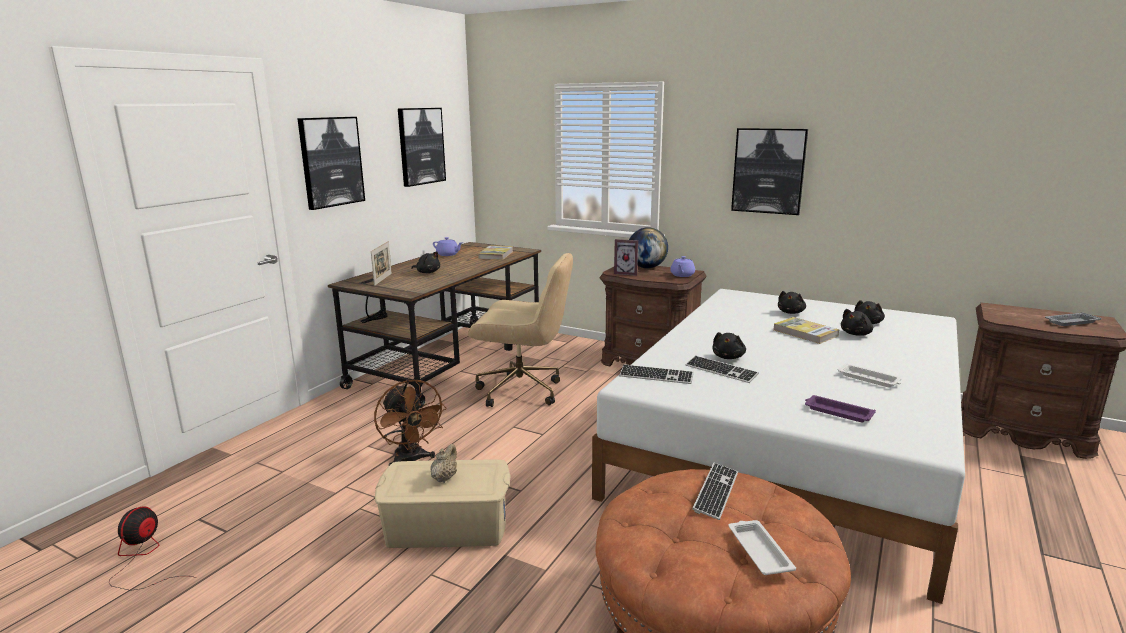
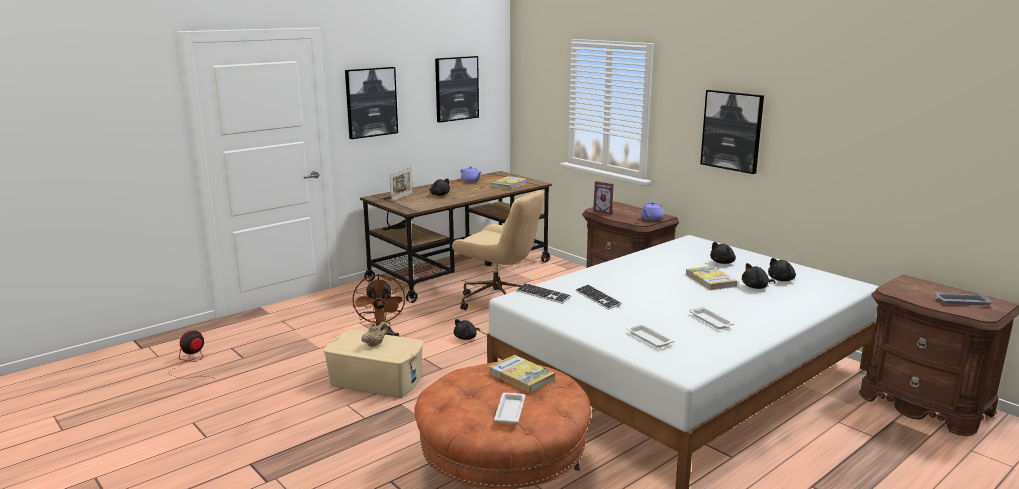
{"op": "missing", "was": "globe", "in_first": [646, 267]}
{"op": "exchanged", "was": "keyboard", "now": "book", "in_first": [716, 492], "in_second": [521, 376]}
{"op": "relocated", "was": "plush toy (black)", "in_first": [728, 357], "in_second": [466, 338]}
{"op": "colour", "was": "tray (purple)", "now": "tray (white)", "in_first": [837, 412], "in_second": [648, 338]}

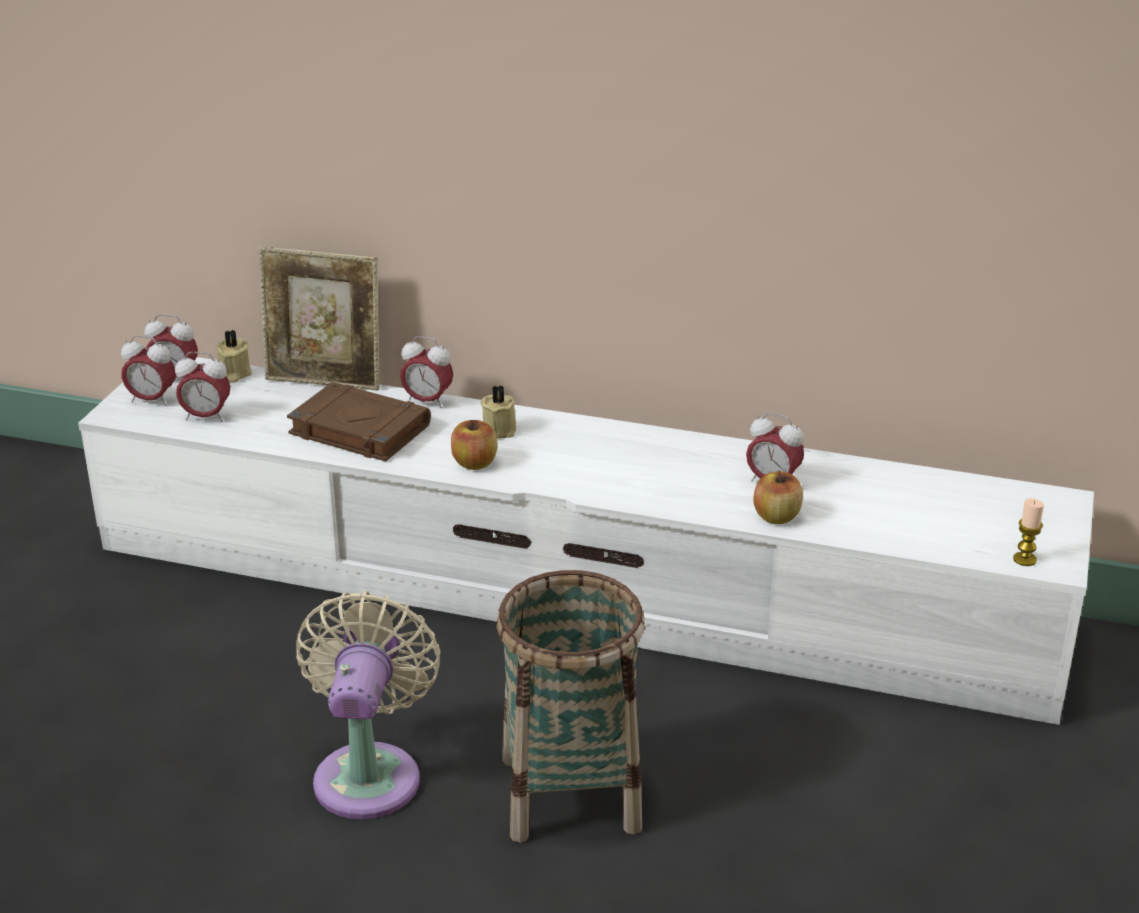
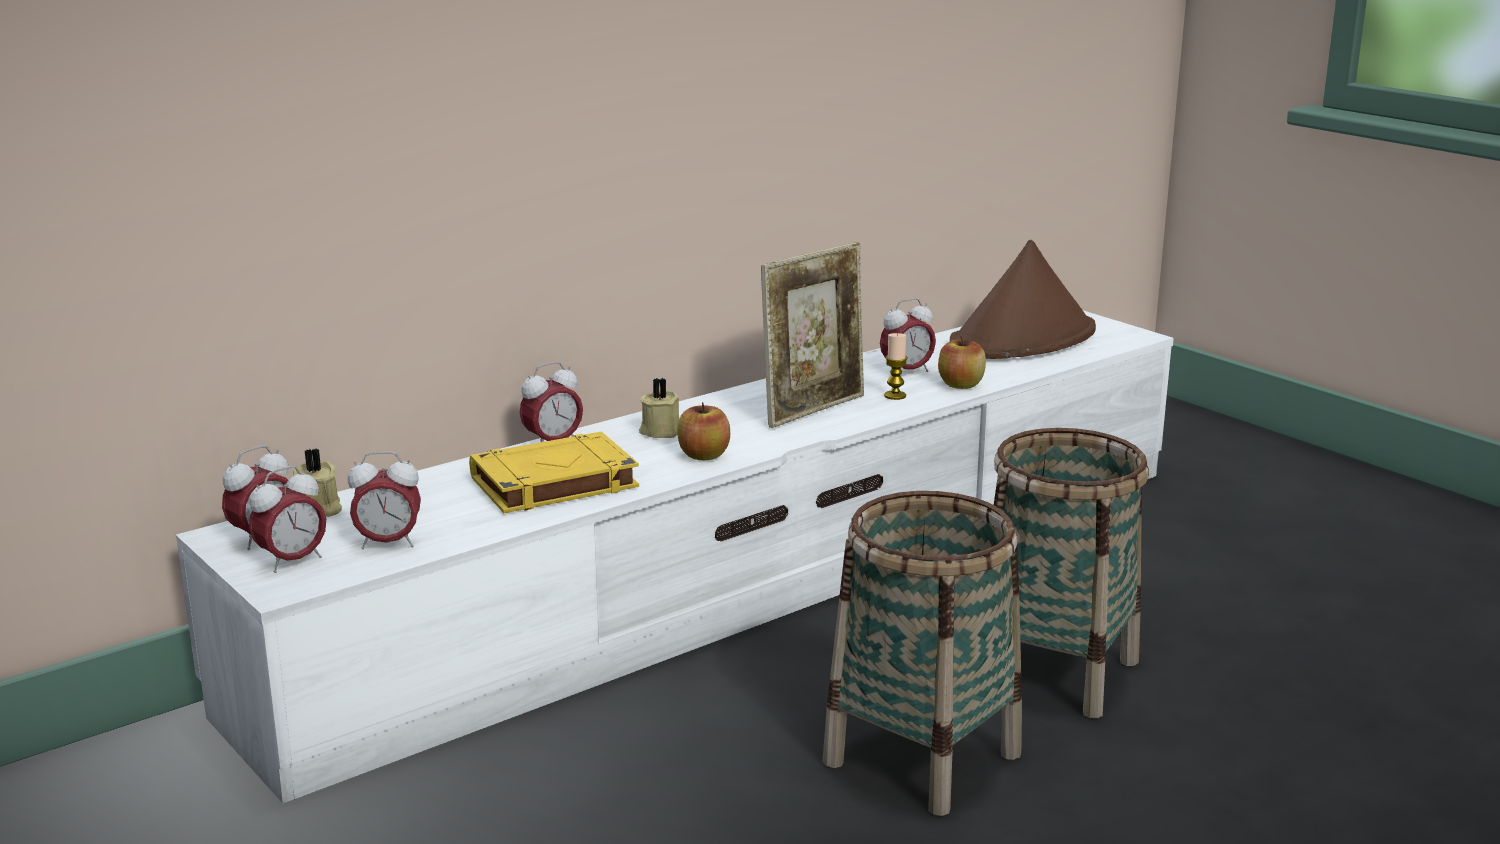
{"op": "spun", "was": "alarm clock", "in_first": [206, 417], "in_second": [388, 543], "clockwise": 45}
{"op": "relocated", "was": "picture frame", "in_first": [325, 382], "in_second": [814, 409]}
{"op": "colour", "was": "book (brown)", "now": "book (yellow)", "in_first": [358, 429], "in_second": [552, 483]}
{"op": "exchanged", "was": "fan (beige)", "now": "basket", "in_first": [369, 773], "in_second": [922, 759]}
{"op": "relocated", "was": "candle", "in_first": [1024, 559], "in_second": [895, 396]}
{"op": "appeared", "now": "hat (brown)", "in_second": [1023, 339]}

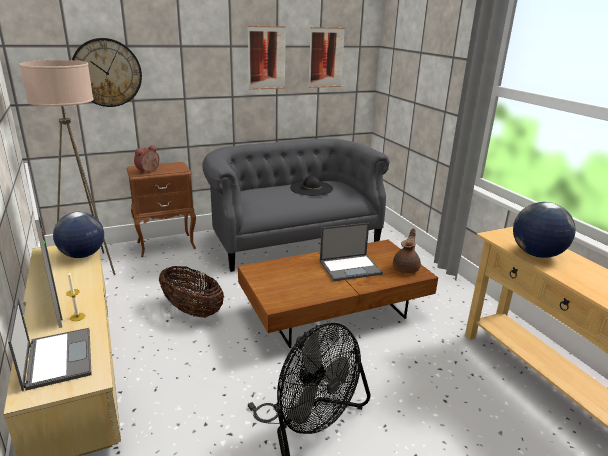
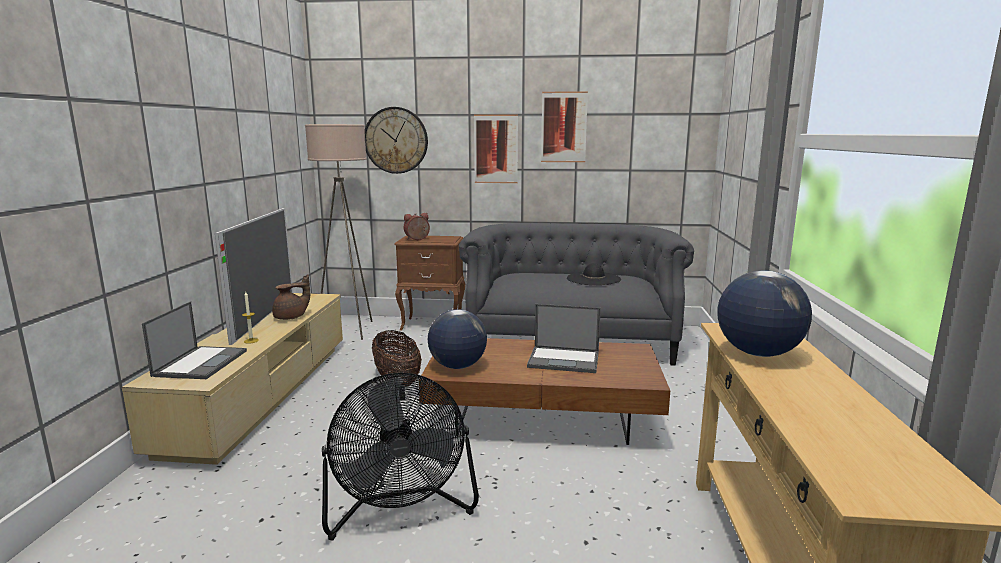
{"op": "relocated", "was": "globe", "in_first": [82, 255], "in_second": [457, 366]}
{"op": "relocated", "was": "picture", "in_first": [326, 58], "in_second": [496, 149]}
{"op": "relocated", "was": "teapot (brown)", "in_first": [406, 268], "in_second": [291, 317]}

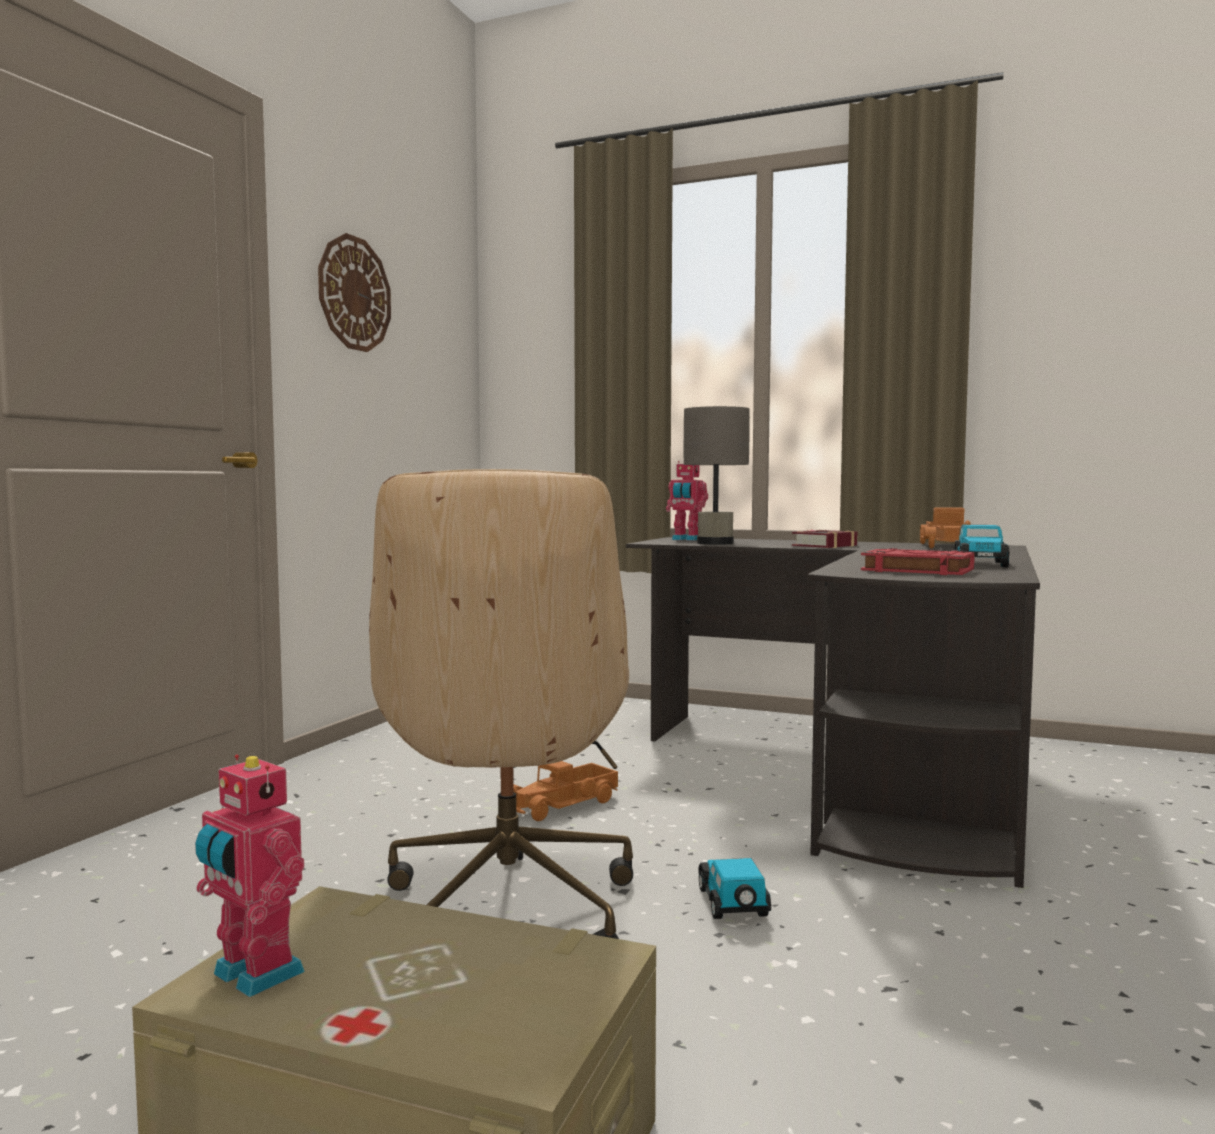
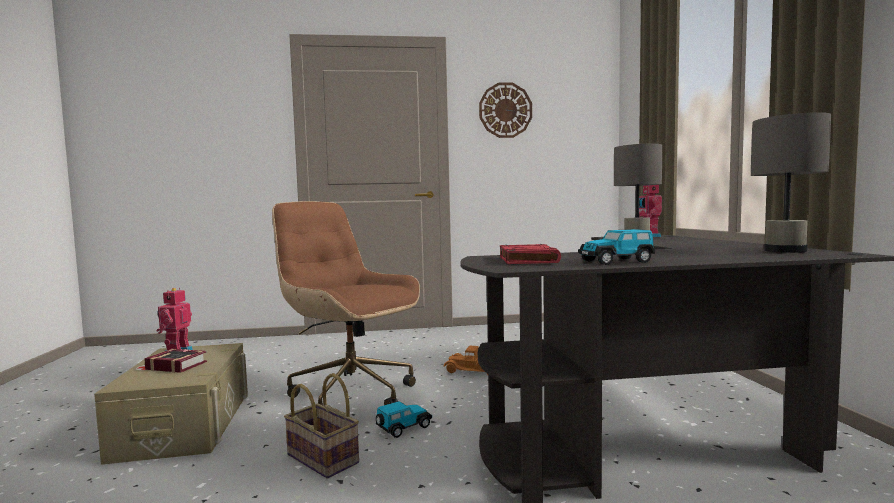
{"op": "spun", "was": "office chair (brown)", "in_first": [507, 916], "in_second": [350, 393], "clockwise": 75}
{"op": "relocated", "was": "book", "in_first": [821, 546], "in_second": [176, 365]}
{"op": "exchanged", "was": "toy truck", "now": "table lamp (grey)", "in_first": [948, 546], "in_second": [786, 251]}
{"op": "appeared", "now": "basket", "in_second": [325, 459]}

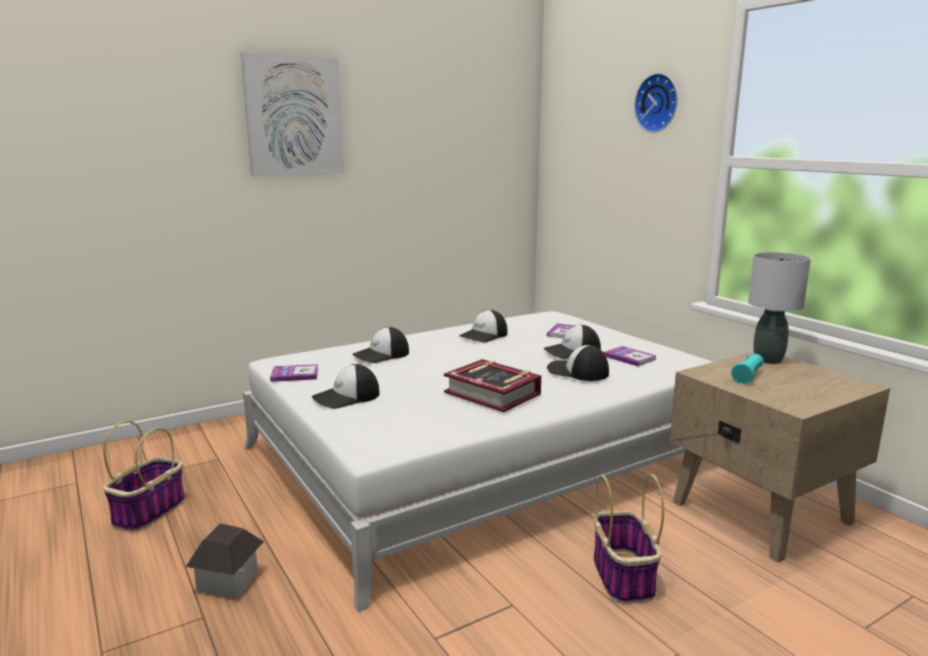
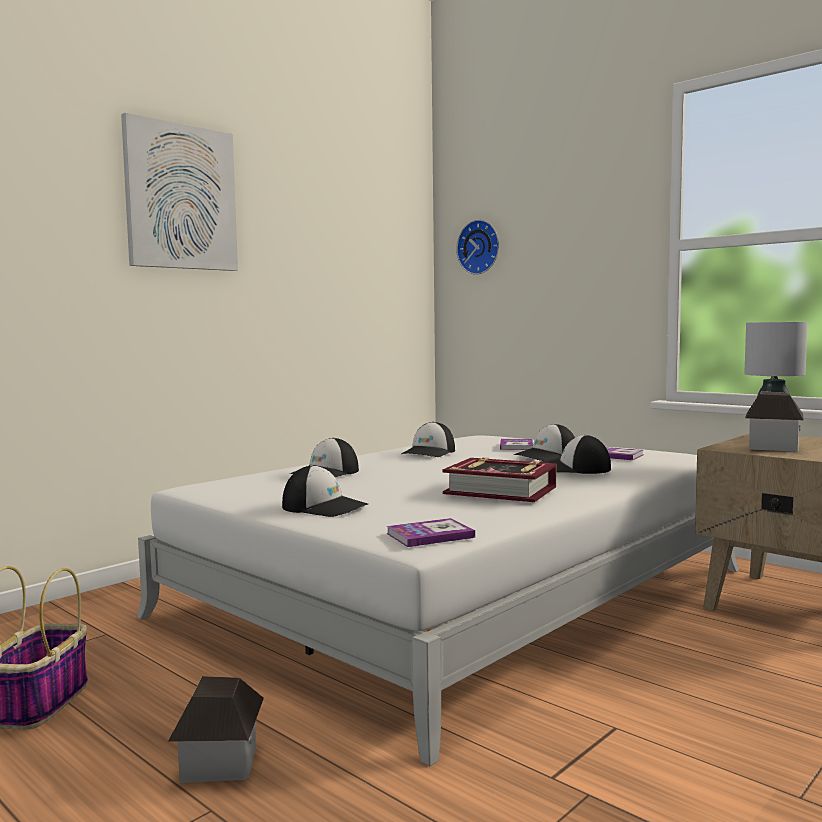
{"op": "relocated", "was": "book", "in_first": [295, 374], "in_second": [430, 535]}
{"op": "spun", "was": "cap", "in_first": [346, 397], "in_second": [325, 507], "clockwise": -105}
{"op": "missing", "was": "basket", "in_first": [623, 577]}
{"op": "relocated", "was": "wall clock", "in_first": [658, 103], "in_second": [480, 247]}
{"op": "exchanged", "was": "flashlight (turquoise)", "now": "toy house", "in_first": [748, 376], "in_second": [773, 447]}

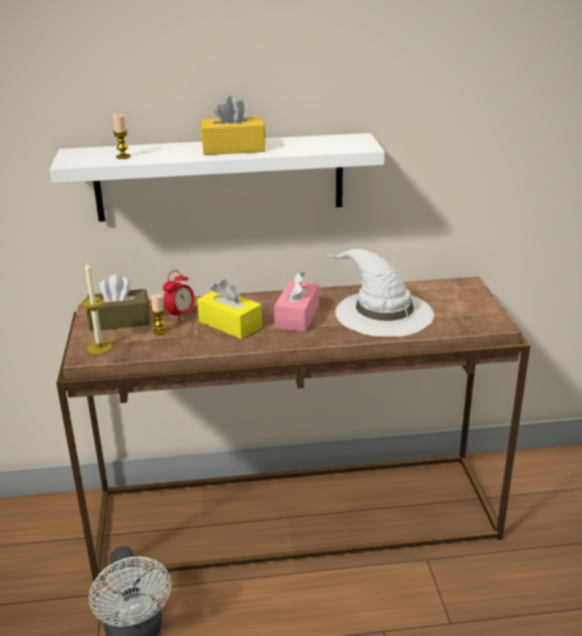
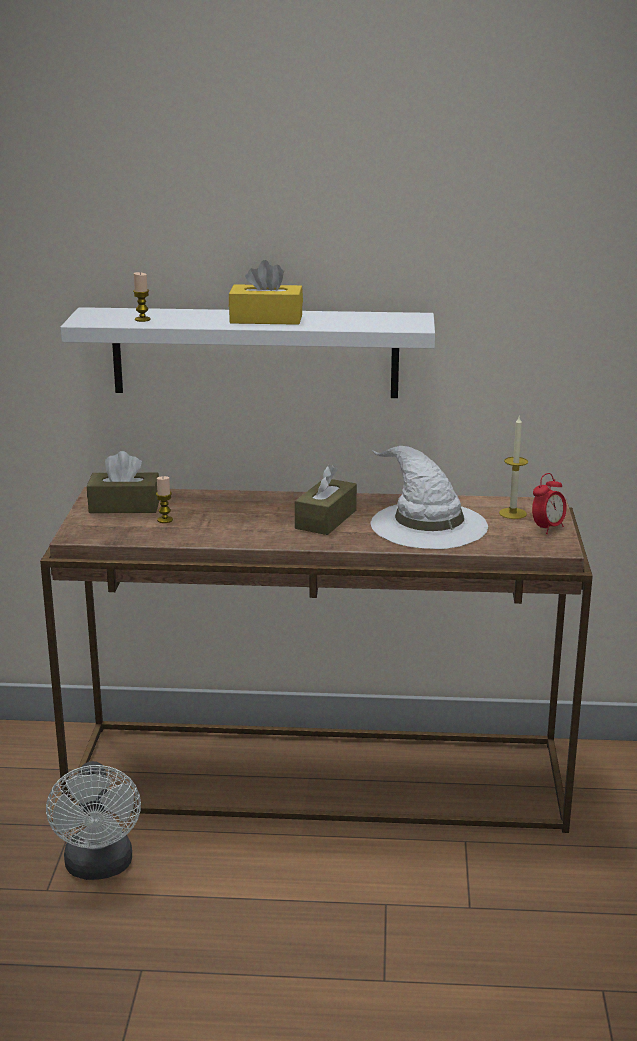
{"op": "relocated", "was": "candle", "in_first": [99, 347], "in_second": [512, 513]}
{"op": "relocated", "was": "alarm clock", "in_first": [180, 315], "in_second": [547, 528]}
{"op": "missing", "was": "tissue box (yellow)", "in_first": [230, 324]}
{"op": "colour", "was": "tissue box (pink)", "now": "tissue box (brown)", "in_first": [297, 316], "in_second": [326, 519]}

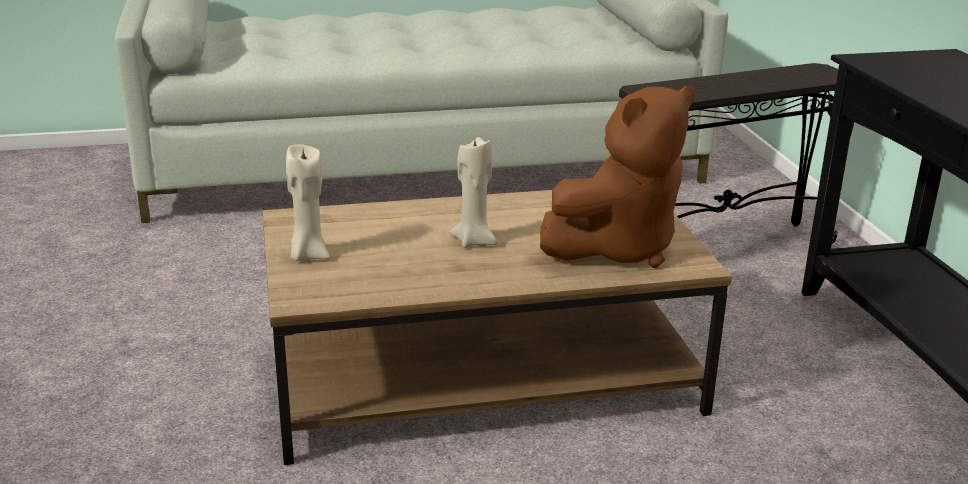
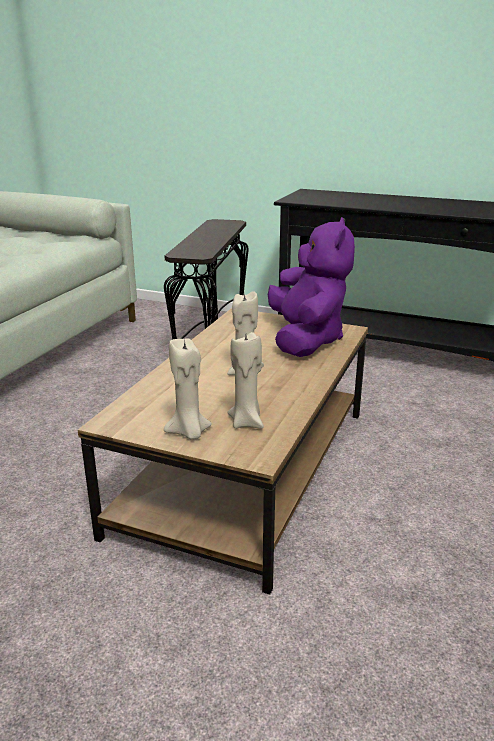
{"op": "colour", "was": "plush toy (brown)", "now": "plush toy (purple)", "in_first": [617, 249], "in_second": [306, 340]}
{"op": "appeared", "now": "candle (beige)", "in_second": [247, 422]}

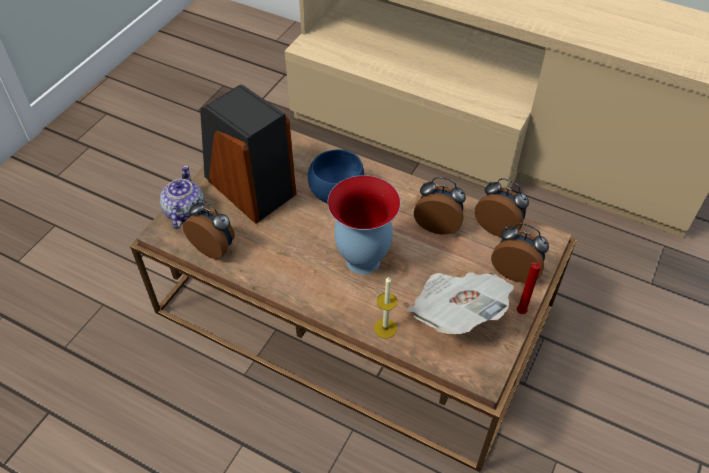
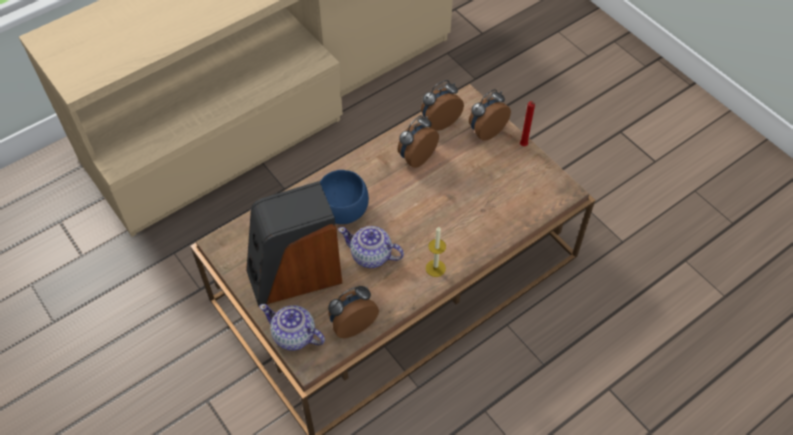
{"op": "missing", "was": "vase", "in_first": [362, 261]}
{"op": "relocated", "was": "candle", "in_first": [385, 328], "in_second": [435, 268]}
{"op": "missing", "was": "newspaper", "in_first": [456, 313]}
{"op": "appeared", "now": "teapot", "in_second": [371, 256]}

